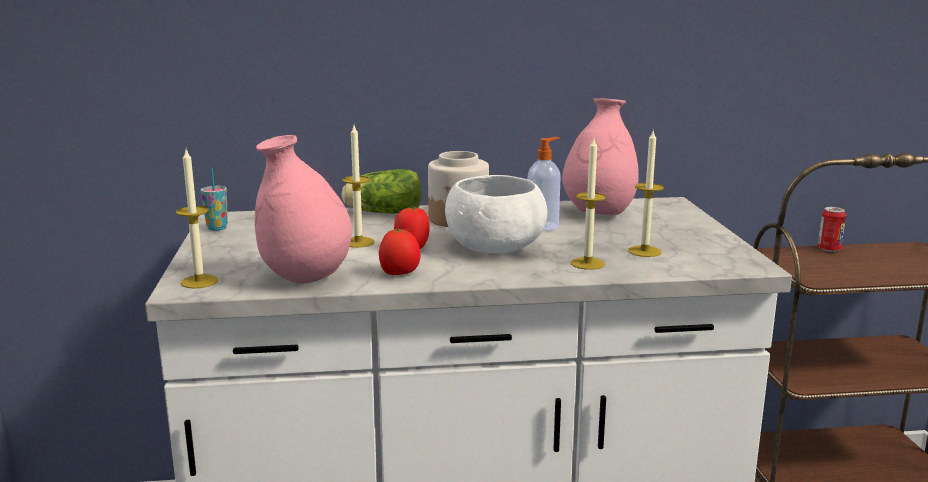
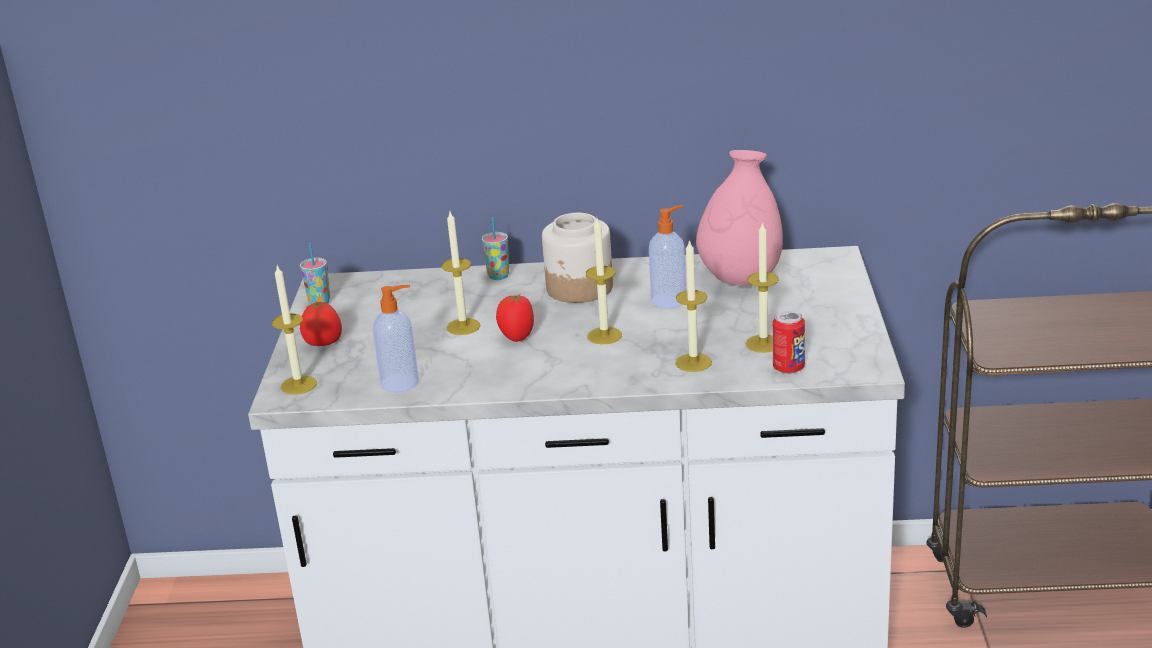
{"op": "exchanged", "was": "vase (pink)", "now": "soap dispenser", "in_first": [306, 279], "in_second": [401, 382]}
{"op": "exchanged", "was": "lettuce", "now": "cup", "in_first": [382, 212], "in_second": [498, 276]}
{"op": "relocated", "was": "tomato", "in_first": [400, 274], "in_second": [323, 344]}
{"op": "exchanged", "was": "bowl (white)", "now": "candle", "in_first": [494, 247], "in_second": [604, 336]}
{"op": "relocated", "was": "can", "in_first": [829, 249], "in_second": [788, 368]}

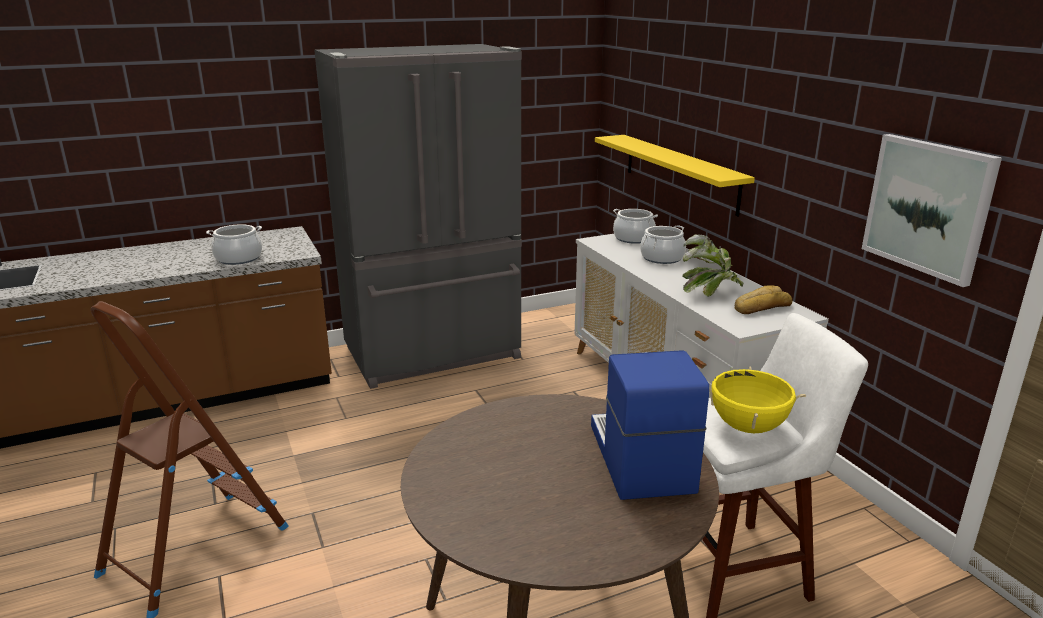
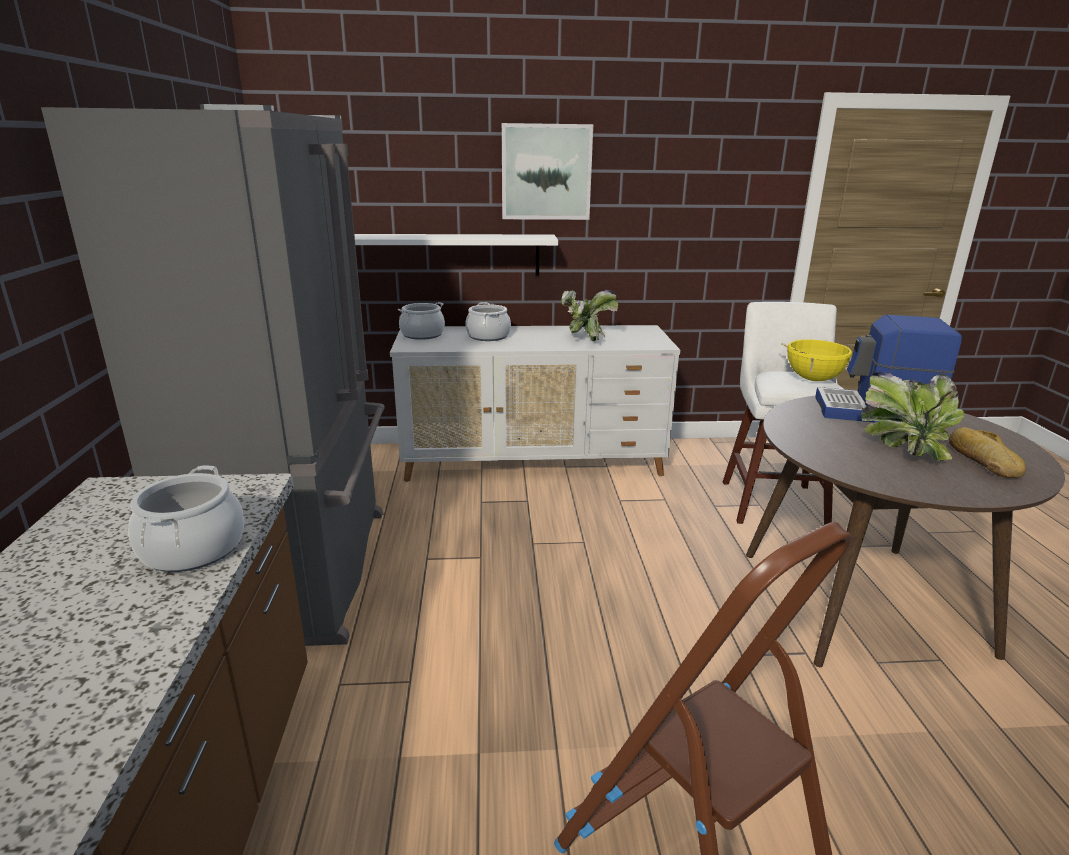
{"op": "colour", "was": "shelf (yellow)", "now": "shelf (white)", "in_first": [680, 172], "in_second": [442, 254]}
{"op": "relocated", "was": "bread", "in_first": [761, 307], "in_second": [982, 460]}
{"op": "relocated", "was": "picture", "in_first": [928, 207], "in_second": [546, 172]}
{"op": "appeared", "now": "potted plant", "in_second": [902, 448]}

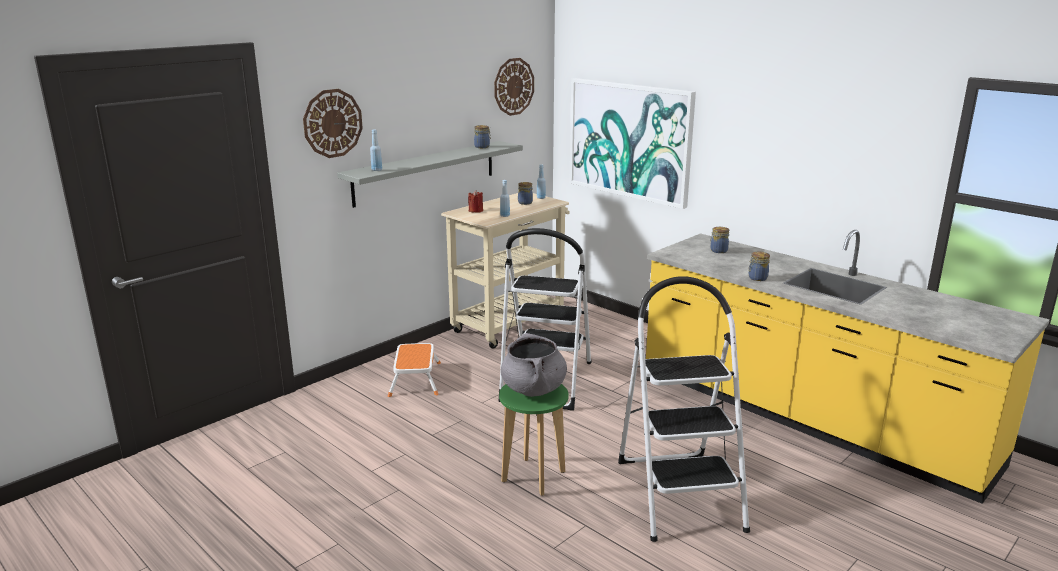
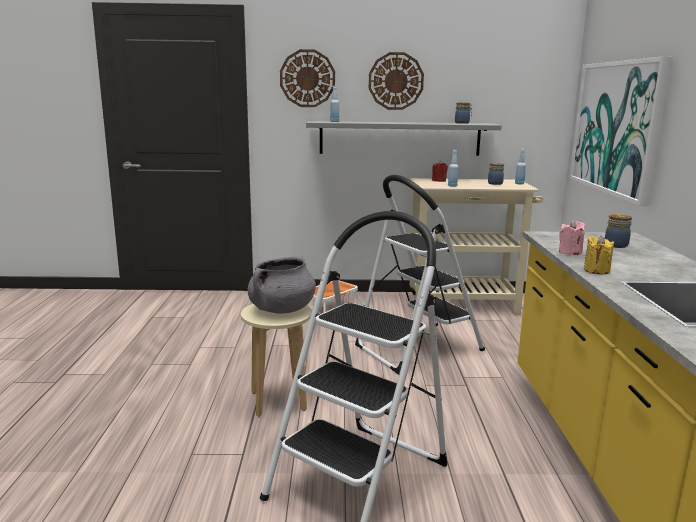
{"op": "relocated", "was": "wall clock", "in_first": [513, 86], "in_second": [396, 81]}
{"op": "colour", "was": "stool (green)", "now": "stool (beige)", "in_first": [533, 476], "in_second": [278, 401]}
{"op": "exchanged", "was": "jar", "now": "candle (yellow)", "in_first": [757, 278], "in_second": [596, 270]}
{"op": "appeared", "now": "candle (pink)", "in_second": [570, 252]}

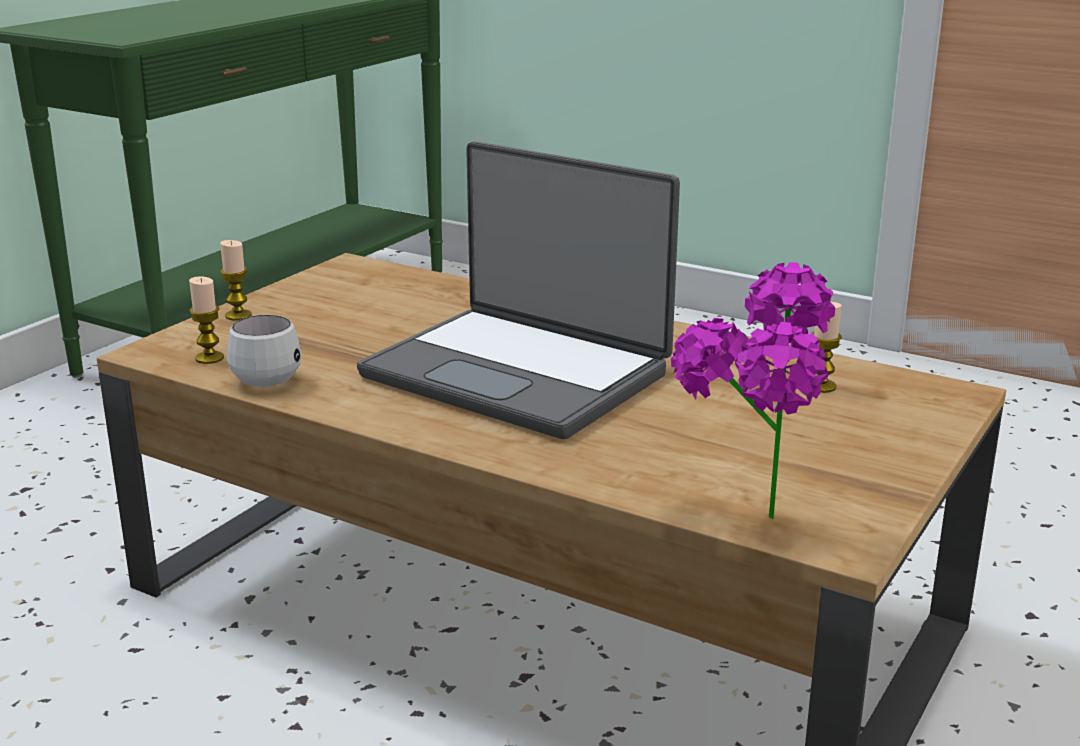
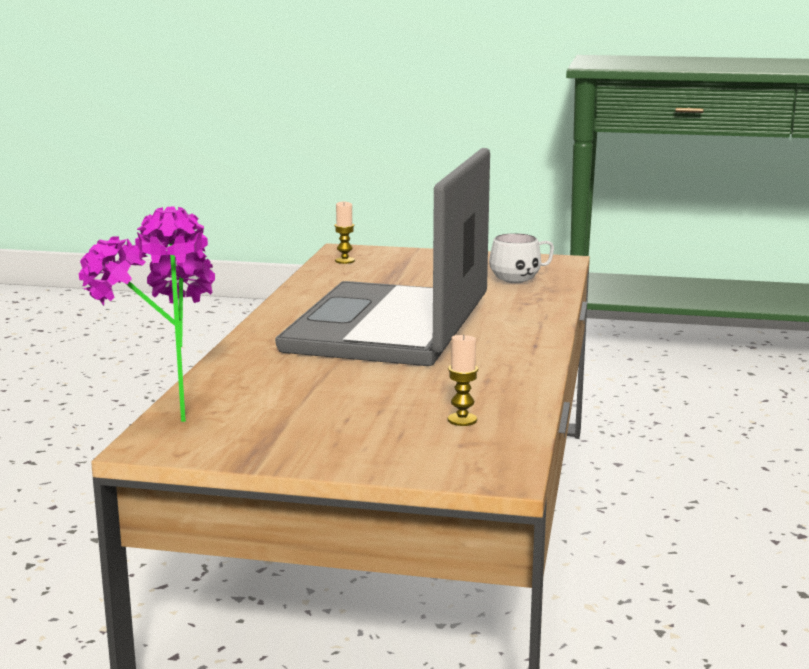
{"op": "missing", "was": "candle", "in_first": [238, 316]}
{"op": "relocated", "was": "mug (white)", "in_first": [267, 376], "in_second": [522, 279]}

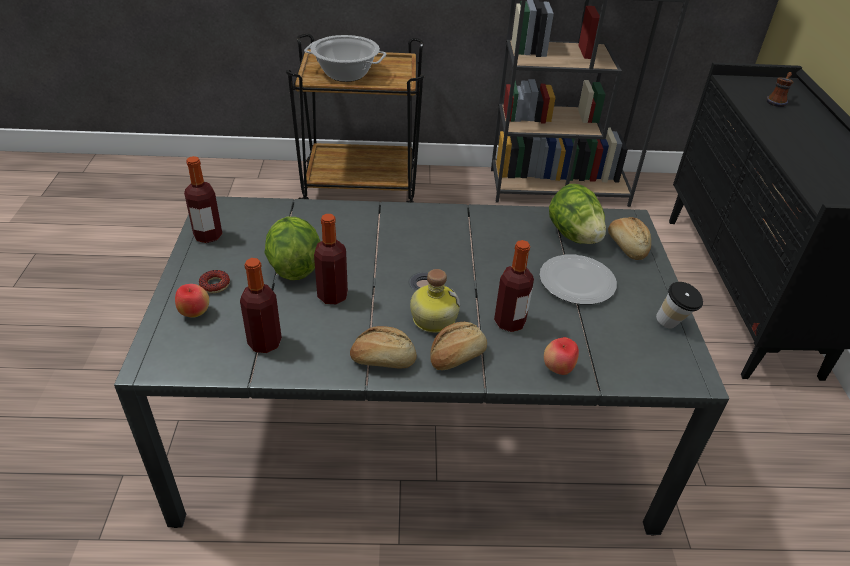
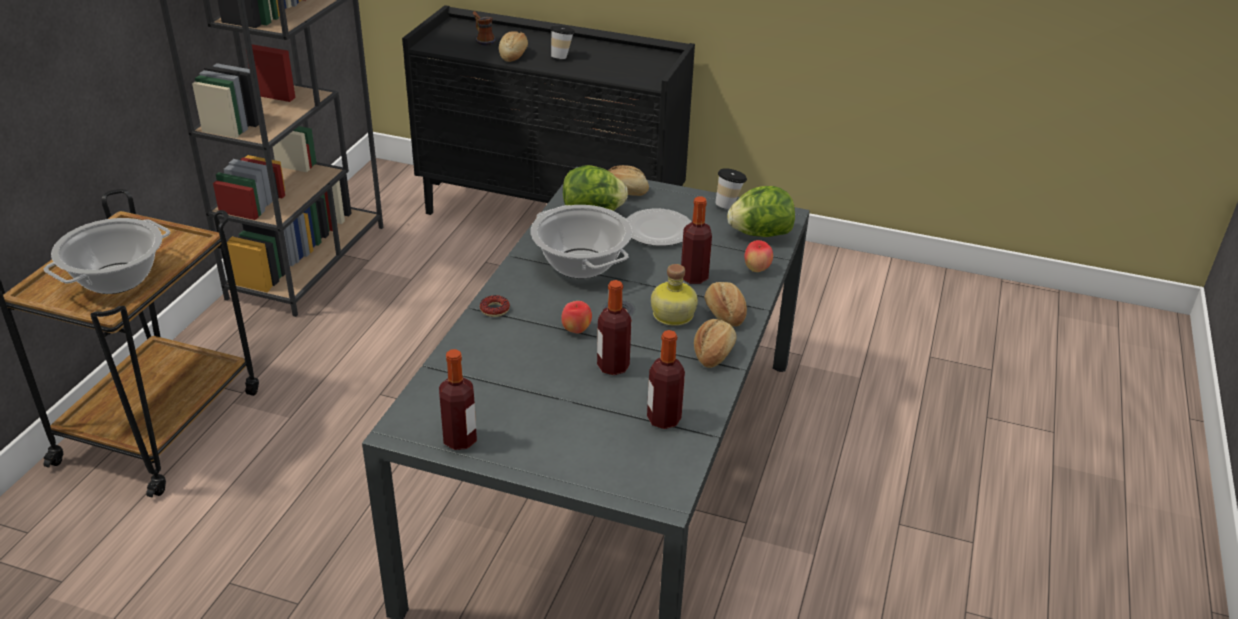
{"op": "relocated", "was": "apple", "in_first": [195, 313], "in_second": [576, 330]}
{"op": "relocated", "was": "donut", "in_first": [215, 285], "in_second": [495, 309]}
{"op": "relocated", "was": "lettuce", "in_first": [294, 267], "in_second": [760, 234]}
{"op": "appeared", "now": "bread", "in_second": [514, 55]}
{"op": "appeared", "now": "cooking pot", "in_second": [580, 264]}
{"op": "appeared", "now": "cup", "in_second": [562, 57]}

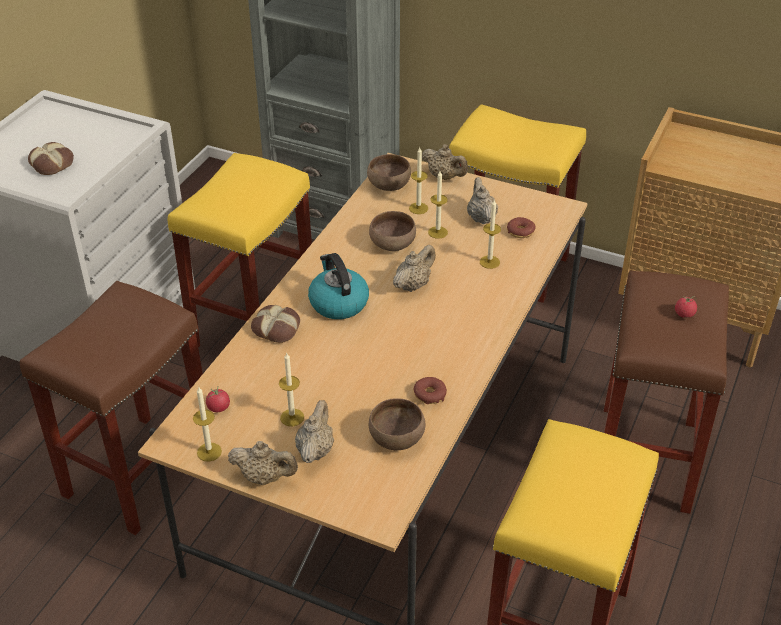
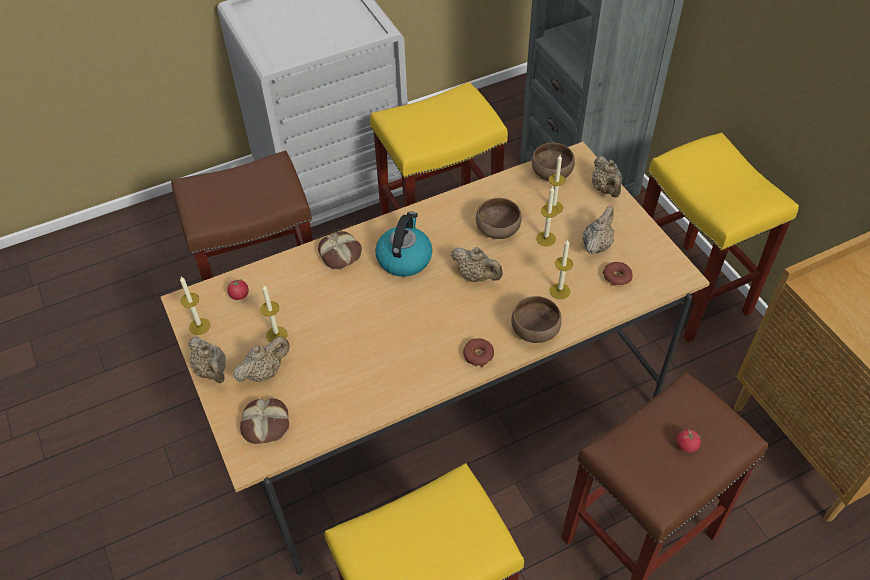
{"op": "relocated", "was": "bread", "in_first": [52, 163], "in_second": [266, 424]}
{"op": "relocated", "was": "bowl (brown)", "in_first": [396, 438], "in_second": [534, 329]}
{"op": "spun", "was": "teapot (beige)", "in_first": [413, 285], "in_second": [476, 276], "clockwise": 45}
{"op": "relocated", "was": "donut", "in_first": [429, 394], "in_second": [478, 355]}

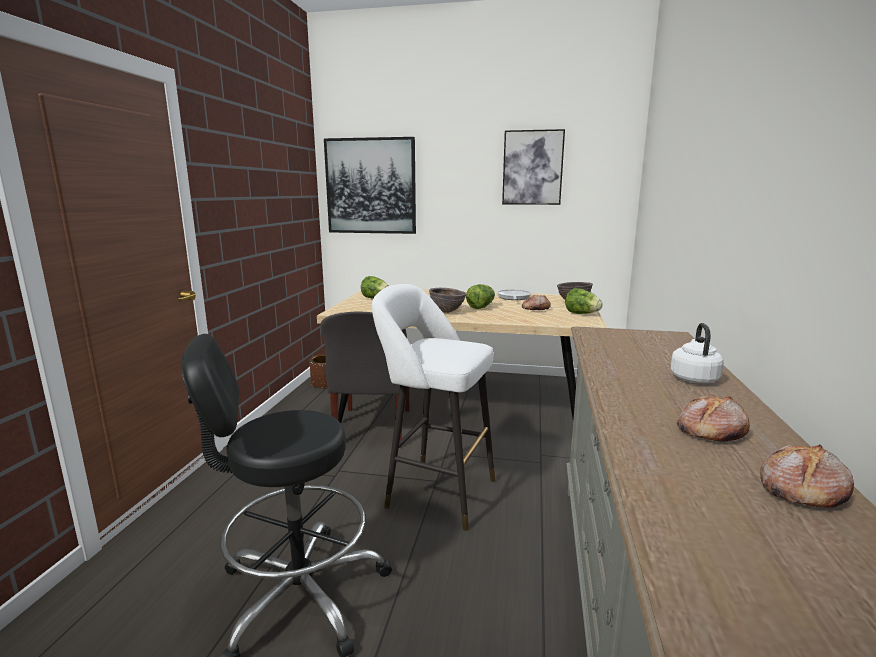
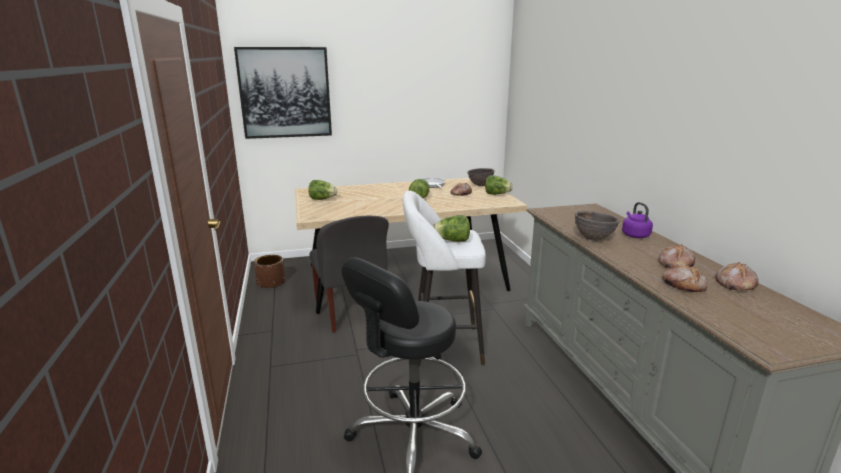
{"op": "relocated", "was": "bowl (brown)", "in_first": [447, 312], "in_second": [593, 239]}
{"op": "missing", "was": "picture", "in_first": [532, 168]}
{"op": "colour", "was": "kettle (white)", "now": "kettle (purple)", "in_first": [693, 378], "in_second": [634, 235]}
{"op": "appeared", "now": "lettuce", "in_second": [452, 241]}
{"op": "appeared", "now": "bread", "in_second": [683, 285]}

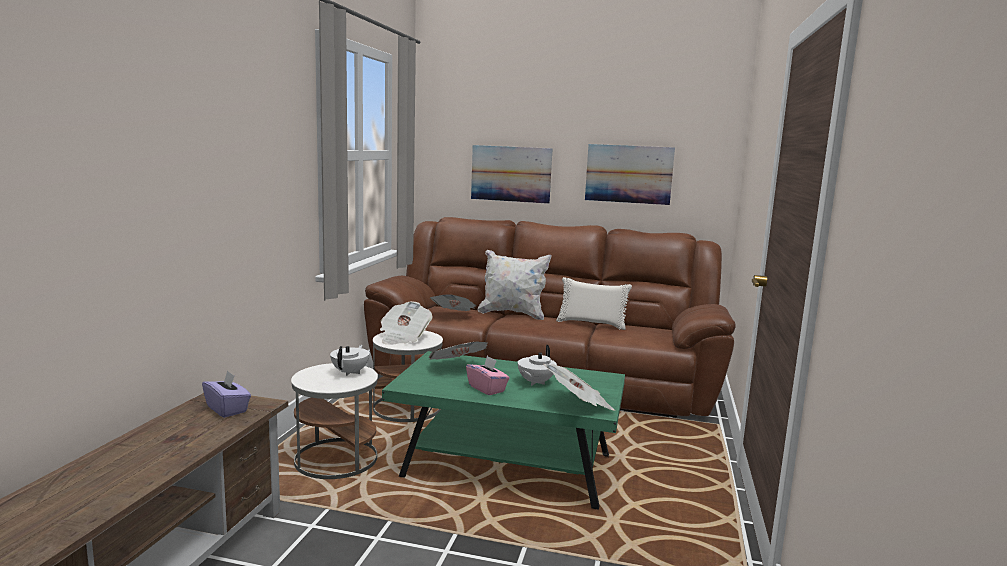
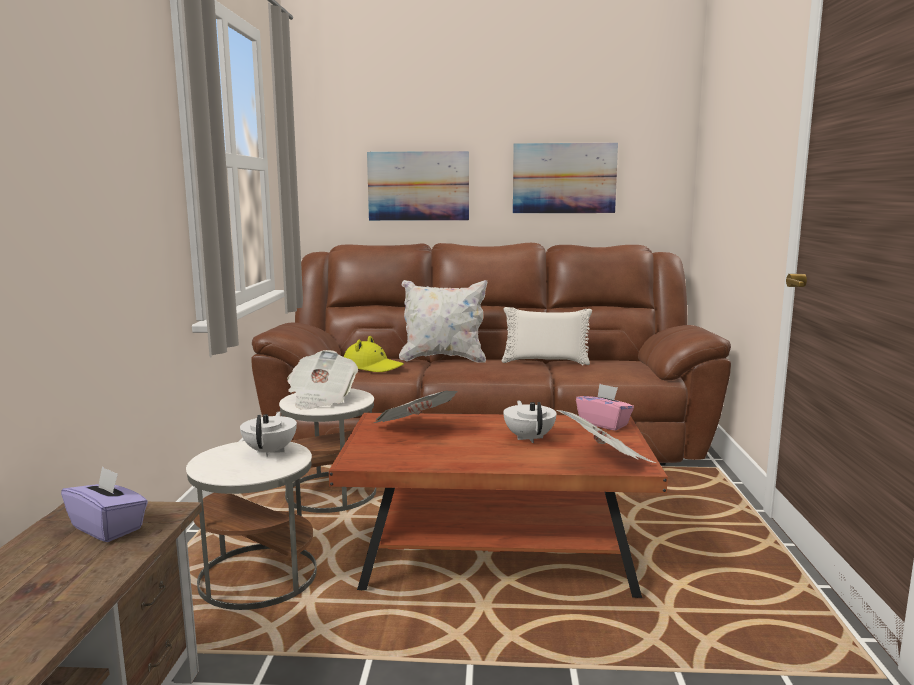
{"op": "colour", "was": "coffee table (green)", "now": "coffee table (brown)", "in_first": [507, 467], "in_second": [496, 556]}
{"op": "exchanged", "was": "newspaper", "now": "hat (yellow)", "in_first": [454, 315], "in_second": [373, 366]}
{"op": "relocated", "was": "tissue box (pink)", "in_first": [487, 388], "in_second": [604, 424]}
{"op": "spun", "was": "teapot (white)", "in_first": [535, 382], "in_second": [529, 438], "clockwise": 150}

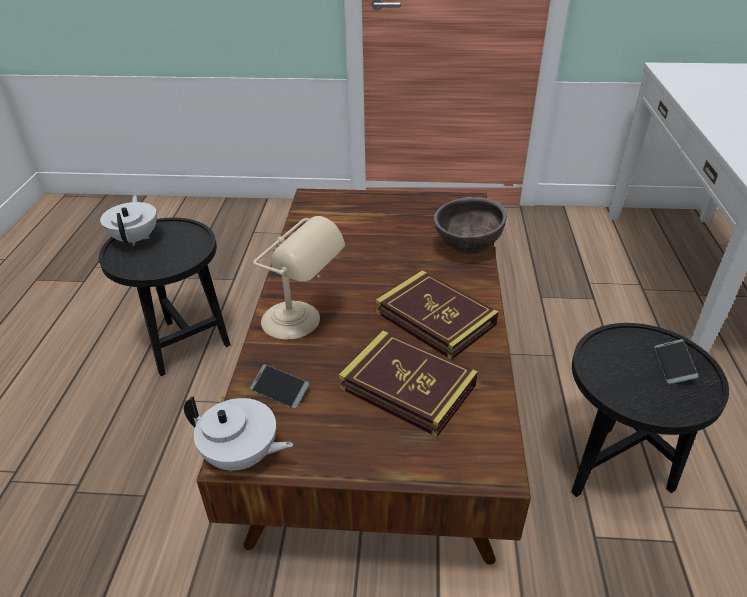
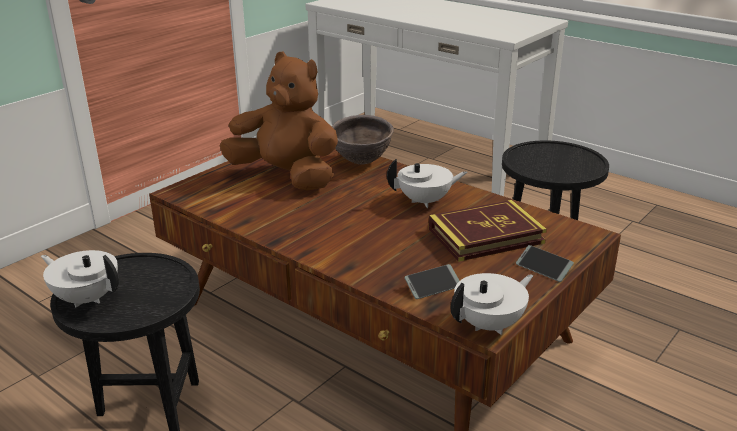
{"op": "missing", "was": "table lamp (beige)", "in_first": [302, 322]}
{"op": "exchanged", "was": "book", "now": "teapot (white)", "in_first": [435, 318], "in_second": [425, 201]}
{"op": "relocated", "was": "phone", "in_first": [673, 366], "in_second": [543, 268]}
{"op": "appeared", "now": "plush toy (brown)", "in_second": [286, 177]}

